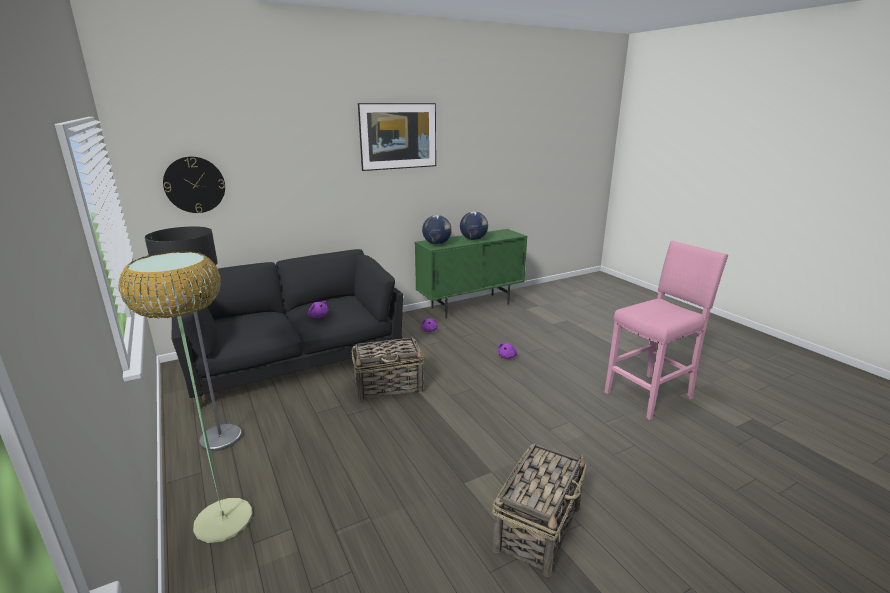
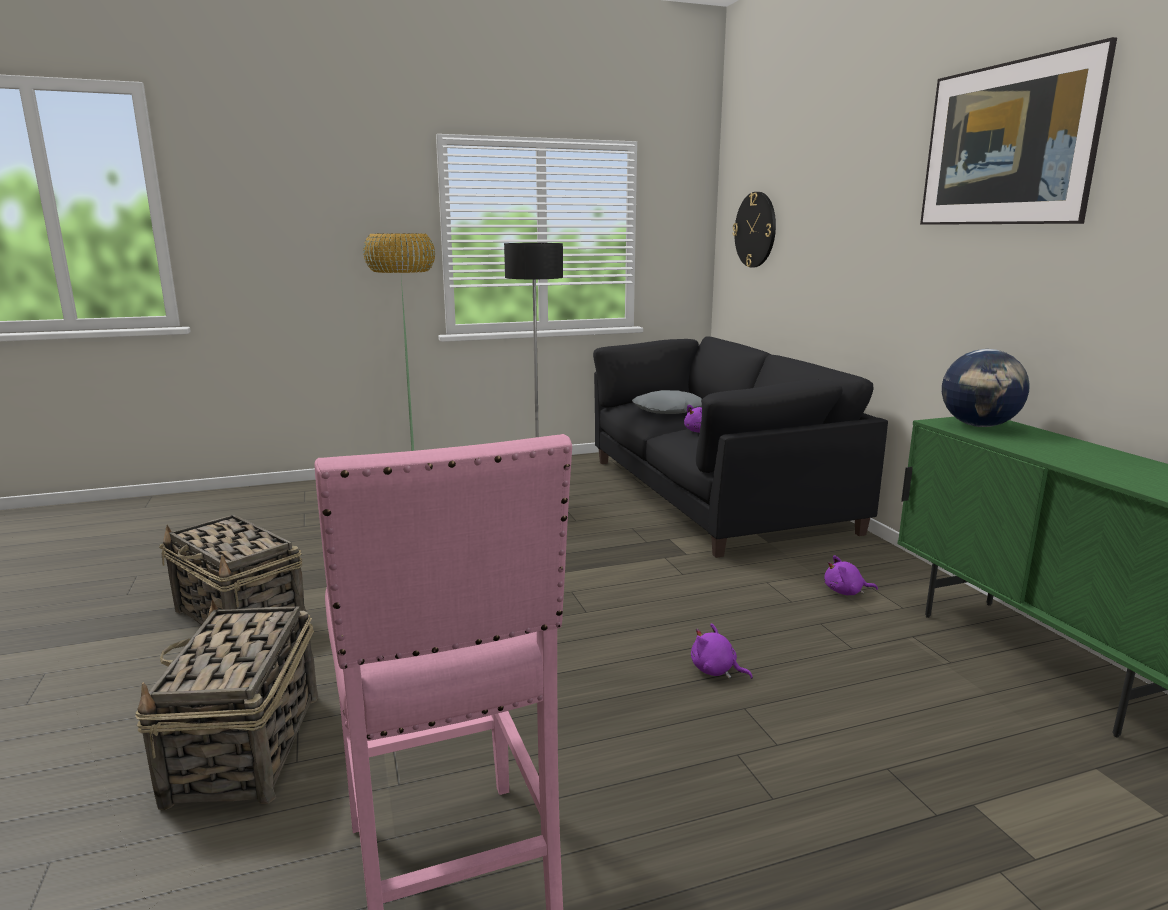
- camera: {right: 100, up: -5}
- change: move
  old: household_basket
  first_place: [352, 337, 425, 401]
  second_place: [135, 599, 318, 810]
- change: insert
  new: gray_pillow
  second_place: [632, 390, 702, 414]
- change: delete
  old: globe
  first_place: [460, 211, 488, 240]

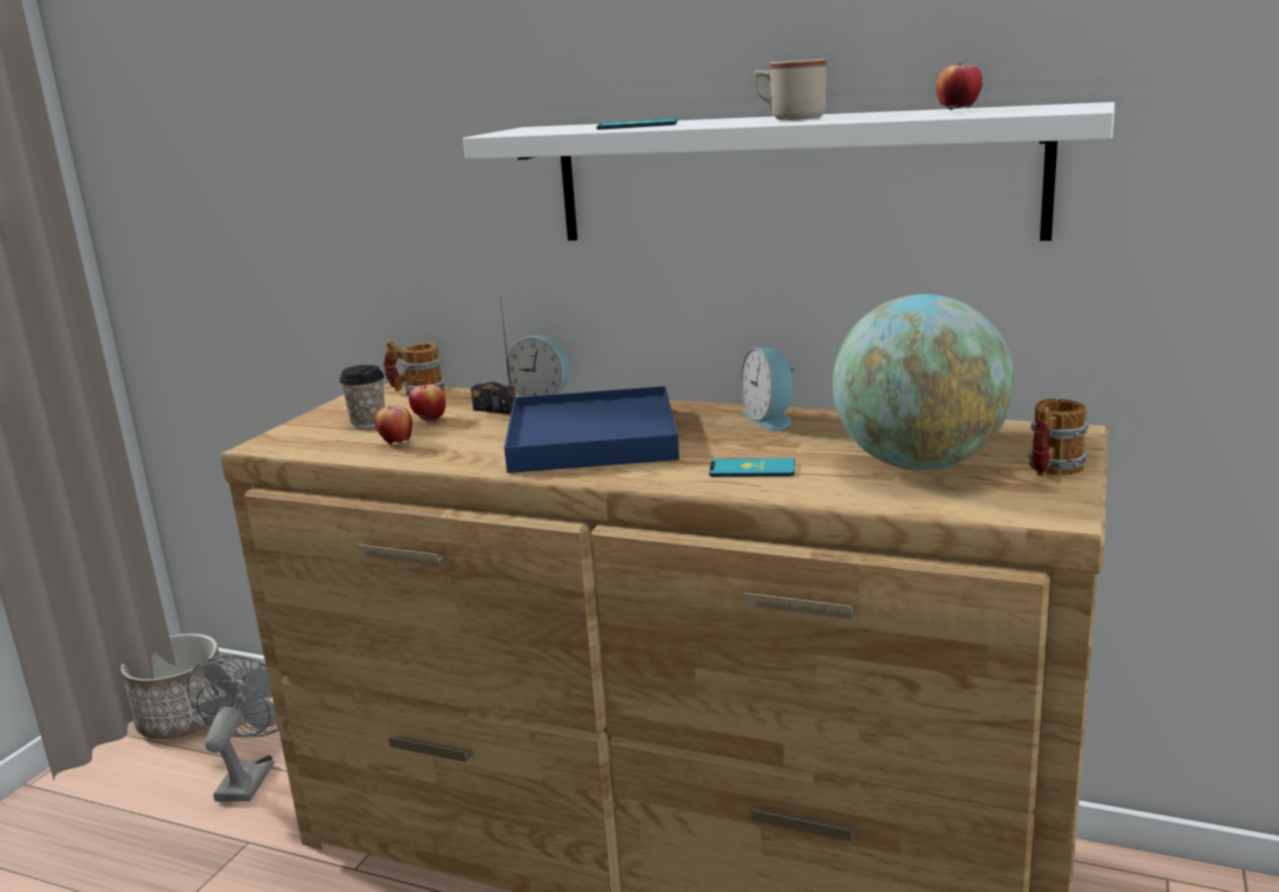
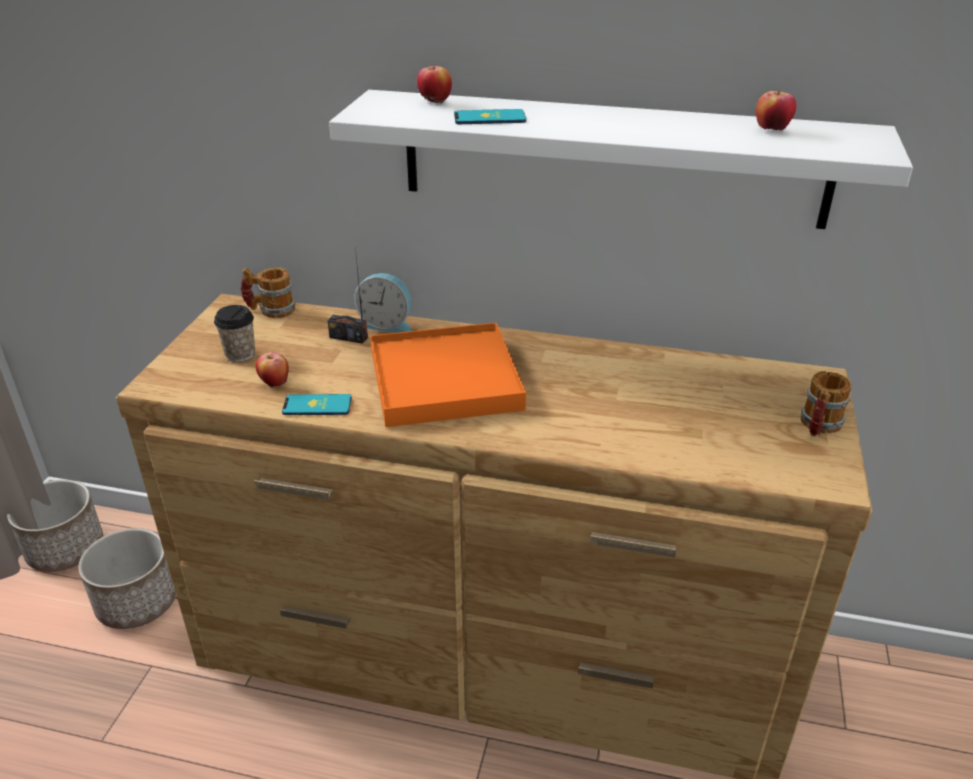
- camera: {right: -10, up: 15}
- change: replace
  old: gray_fan
  new: plant_pot
  first_place: [187, 655, 279, 802]
  second_place: [78, 528, 176, 629]
- change: move
  old: handset
  first_place: [709, 458, 795, 477]
  second_place: [282, 394, 352, 415]
- change: recolor
  old: bluish_tray
  new: orange-coloured_tray
  first_place: [504, 386, 679, 473]
  second_place: [370, 323, 526, 427]
- change: move
  old: apple_fruit
  first_place: [409, 384, 446, 421]
  second_place: [417, 66, 452, 104]
- change: delete
  old: alarm_clock
  first_place: [741, 347, 796, 432]
- change: delete
  old: sand-coloured_tea_mug
  first_place: [754, 59, 826, 120]
- change: delete
  old: globe
  first_place: [833, 294, 1014, 471]

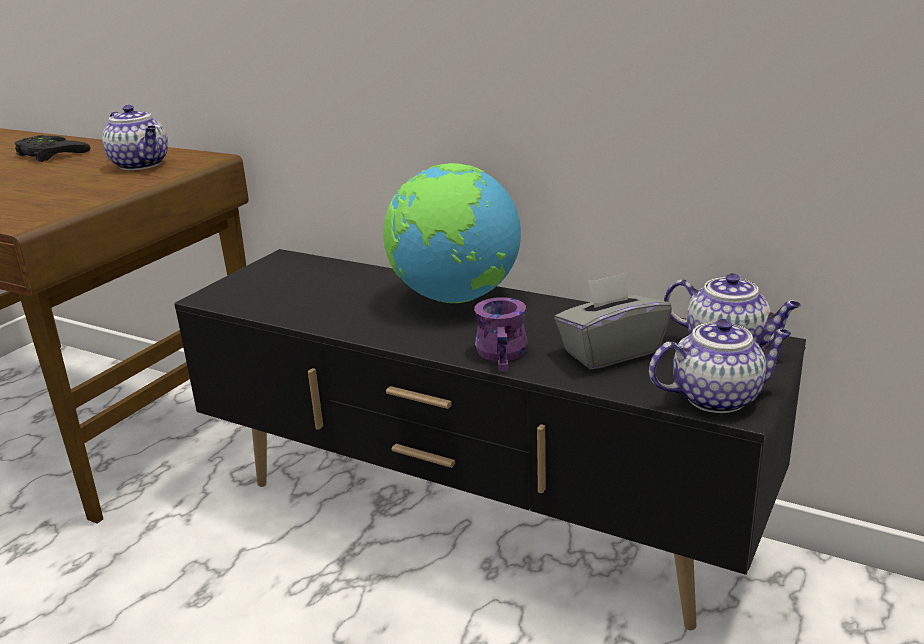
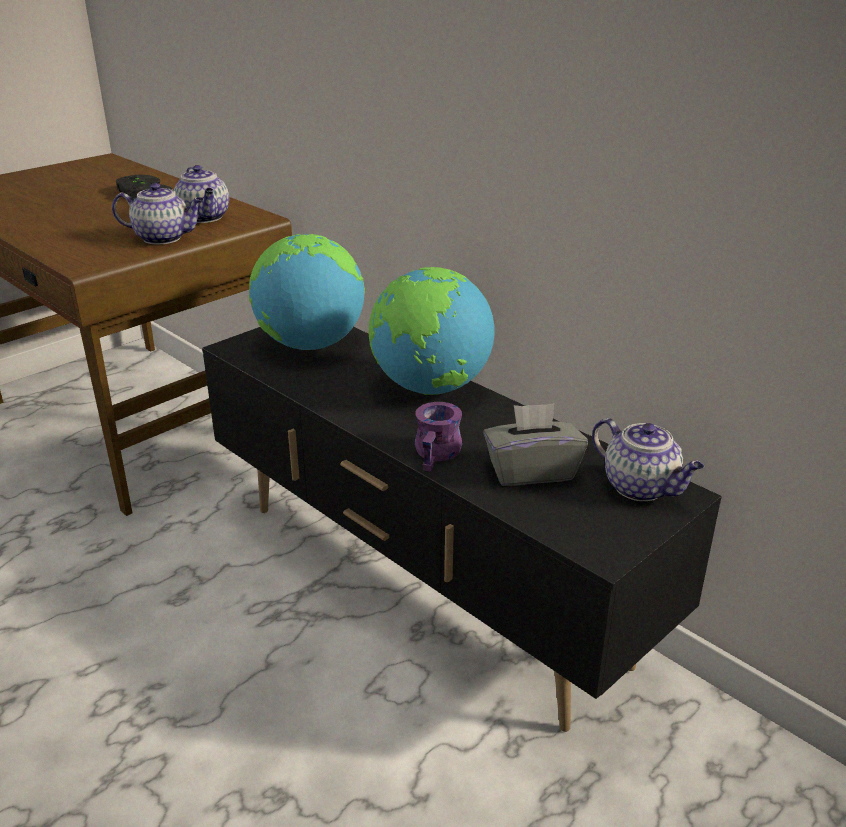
- camera: {right: 15, up: 5}
- change: move
  old: teapot
  first_place: [649, 319, 792, 413]
  second_place: [112, 183, 204, 244]
- change: insert
  new: globe
  second_place: [249, 234, 365, 350]

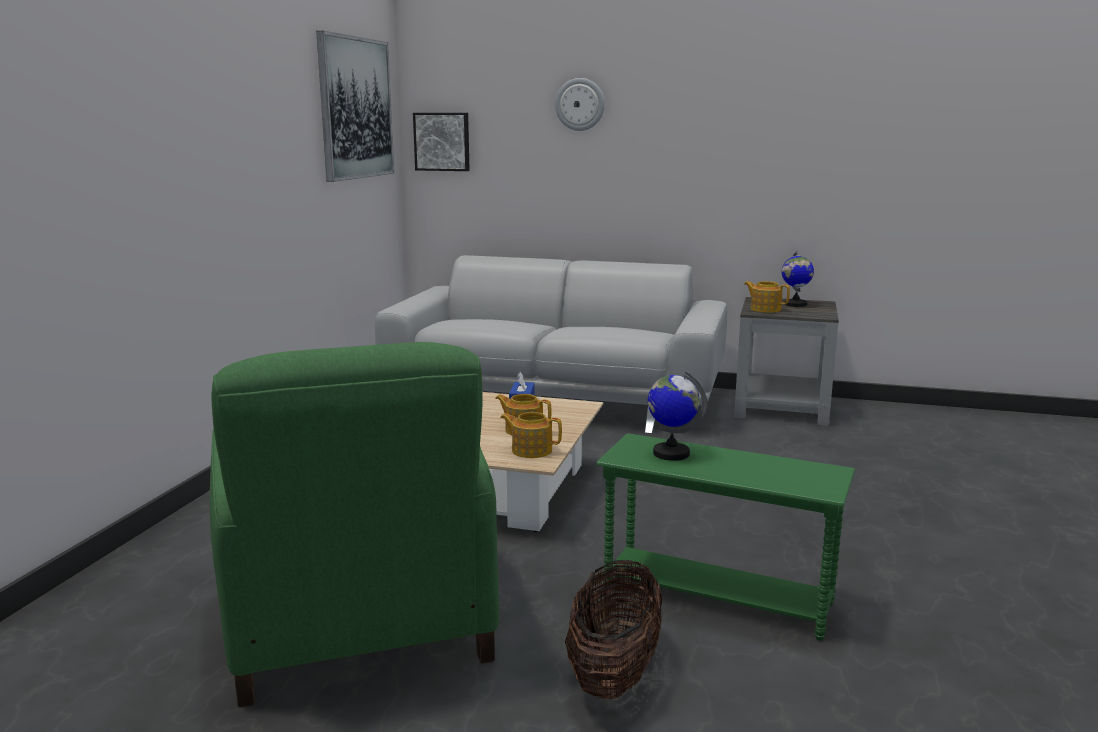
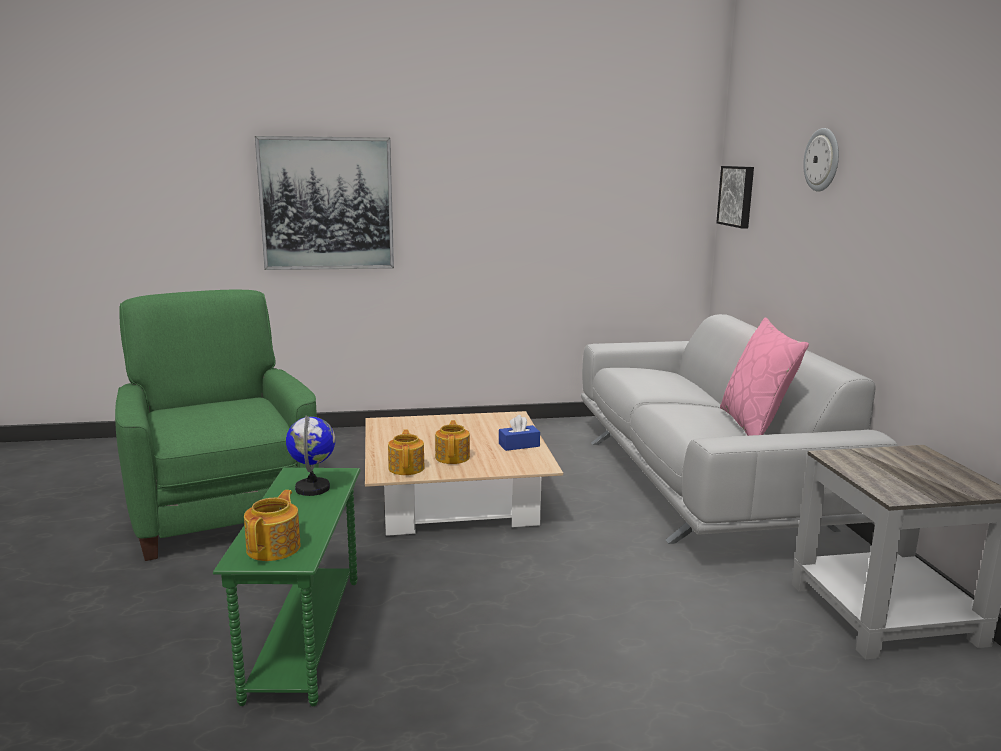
- camera: {right: 65, up: 0}
- change: rotate
  old: greenish_easy_chair
  first_place: [210, 342, 499, 707]
  second_place: [115, 289, 319, 561]
  degrees: 105
- change: move
  old: teapot
  first_place: [744, 281, 790, 313]
  second_place: [244, 490, 301, 561]
- change: move
  old: picture
  first_place: [316, 31, 394, 182]
  second_place: [255, 136, 394, 270]
- change: insert
  new: pinkish_pillow
  second_place: [720, 317, 809, 436]
- change: delete
  old: household_basket
  first_place: [565, 560, 662, 699]
- change: delete
  old: globe
  first_place: [782, 251, 814, 307]

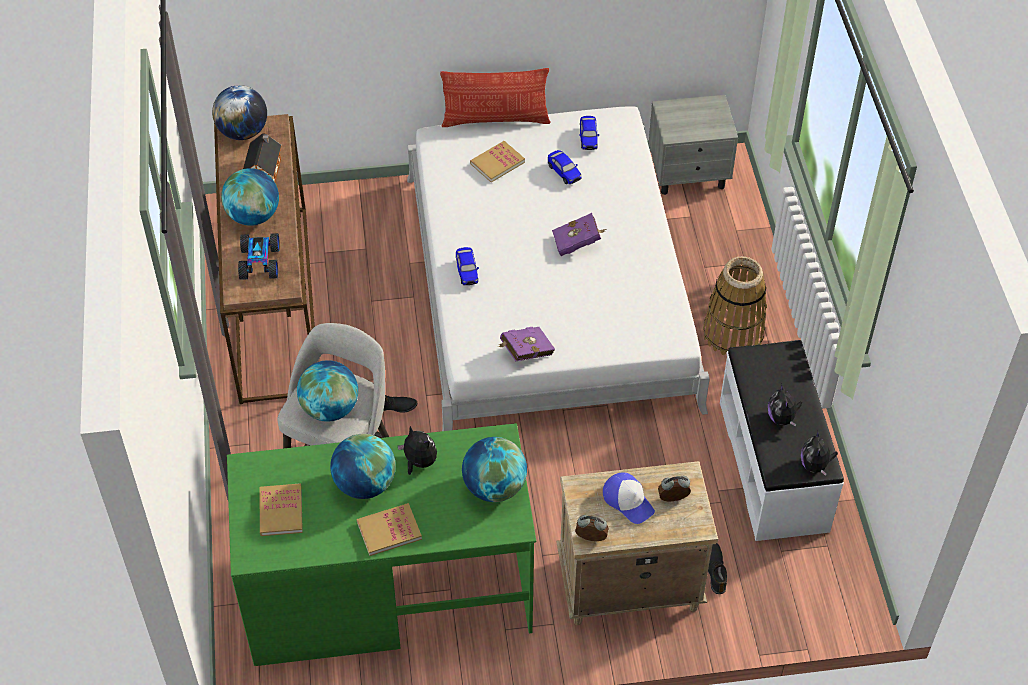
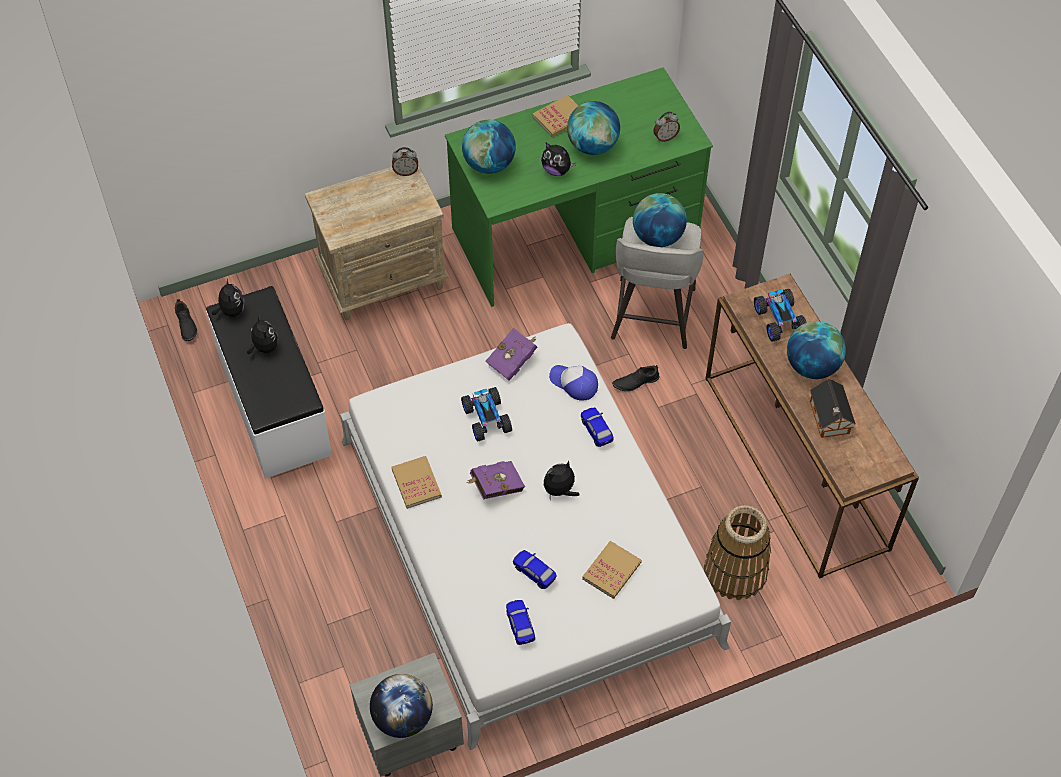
- camera: {right: 165, up: 5}
- change: move
  old: black_item_of_footwear
  first_place: [708, 543, 727, 594]
  second_place: [175, 299, 197, 341]
- change: move
  old: globe
  first_place: [212, 85, 267, 140]
  second_place: [370, 674, 433, 738]
- change: move
  old: volume
  first_place: [260, 483, 303, 536]
  second_place: [392, 456, 442, 509]
- change: insert
  new: miniature_car
  second_place: [461, 387, 512, 442]
- change: insert
  new: plush_toy
  second_place: [544, 461, 580, 500]
- change: move
  old: cap
  first_place: [603, 472, 655, 524]
  second_place: [549, 365, 598, 401]
- change: move
  old: alarm_clock
  first_place: [658, 476, 691, 501]
  second_place: [653, 112, 680, 142]
- change: move
  old: household_basket
  first_place: [703, 256, 767, 355]
  second_place: [704, 505, 771, 600]
- change: delete
  old: pillow
  first_place: [440, 68, 551, 127]

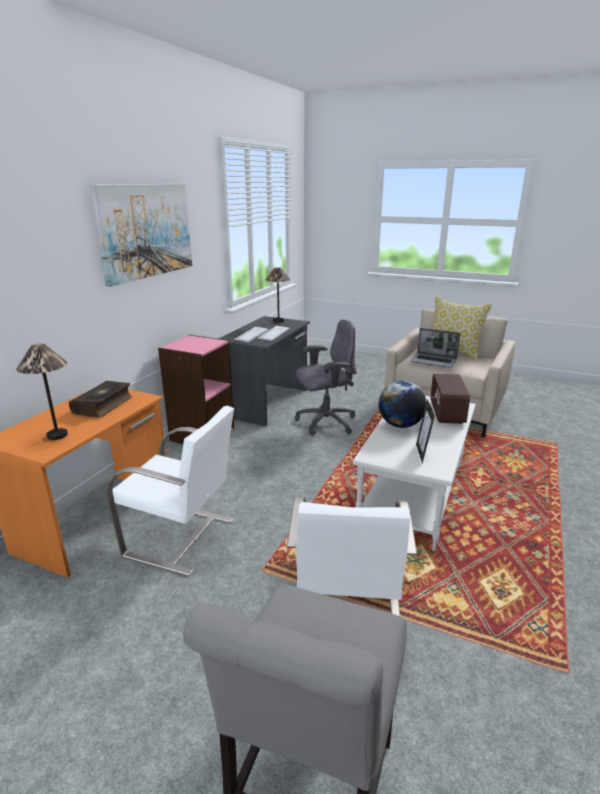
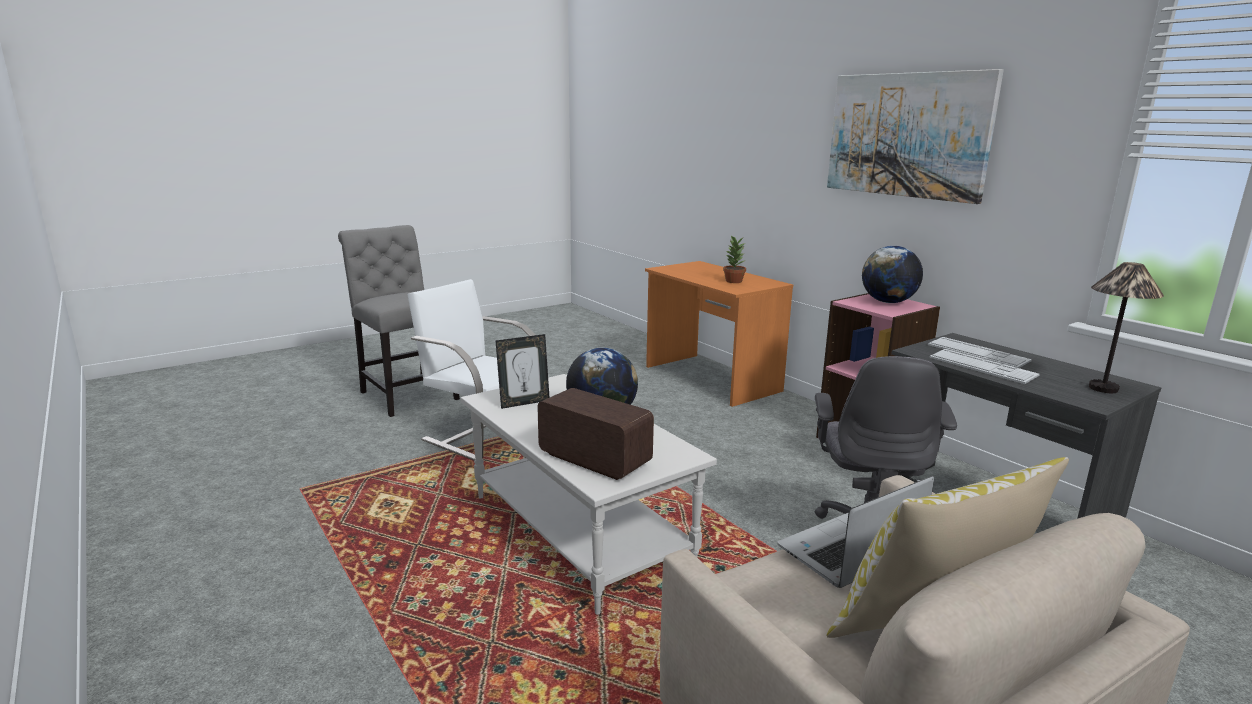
- camera: {right: 120, up: -5}
- change: rotate
  old: picture_frame
  first_place: [416, 399, 435, 463]
  second_place: [496, 334, 550, 409]
  degrees: 120
- change: replace
  old: volume
  new: plant_in_a_pot
  first_place: [69, 381, 133, 418]
  second_place: [723, 236, 746, 283]
- change: insert
  new: globe
  second_place: [862, 246, 923, 303]
- change: delete
  old: tabletop_lamp
  first_place: [17, 344, 68, 440]
- change: delete
  old: whitish_upright_chair
  first_place: [106, 406, 234, 576]

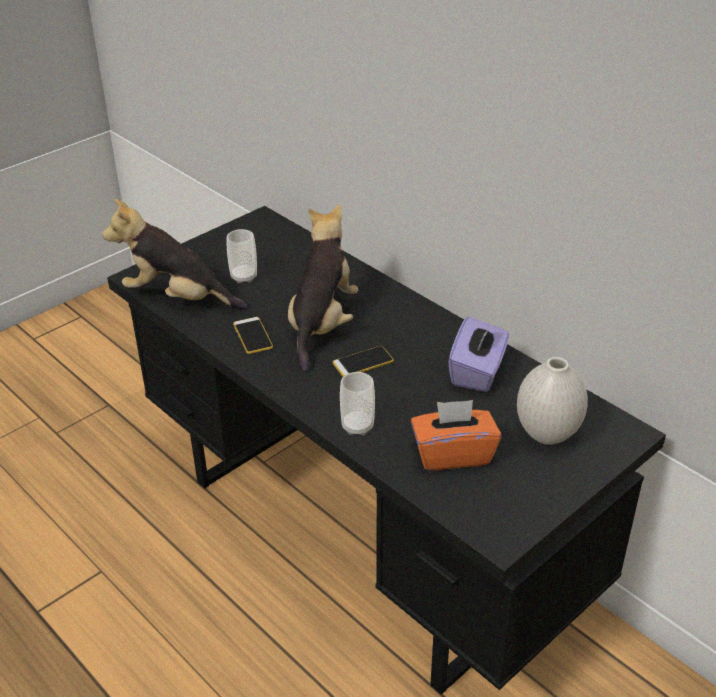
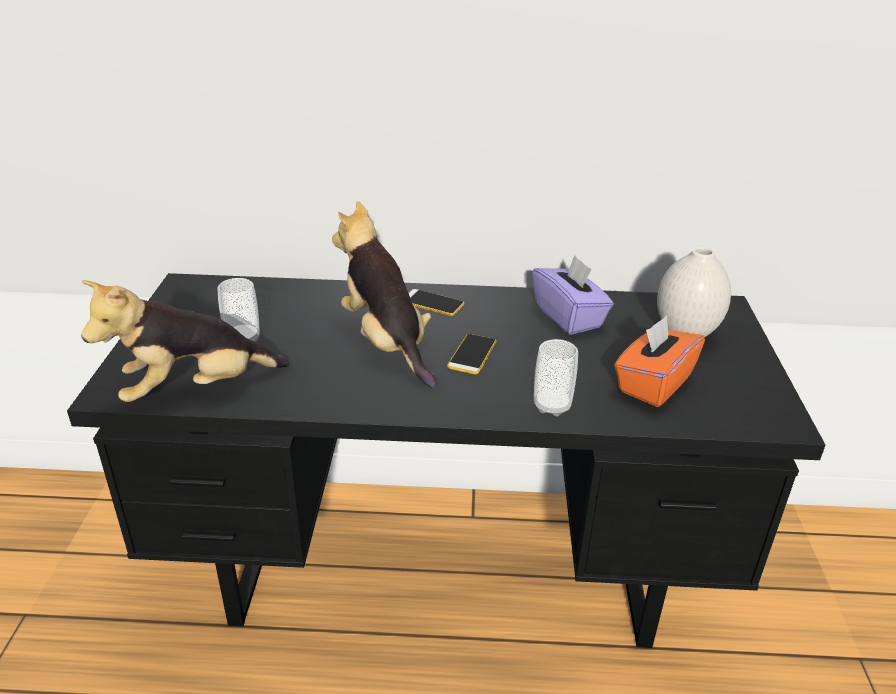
- camera: {right: -45, up: -5}
- change: move
  old: handset
  first_place: [233, 317, 273, 354]
  second_place: [409, 289, 464, 316]

